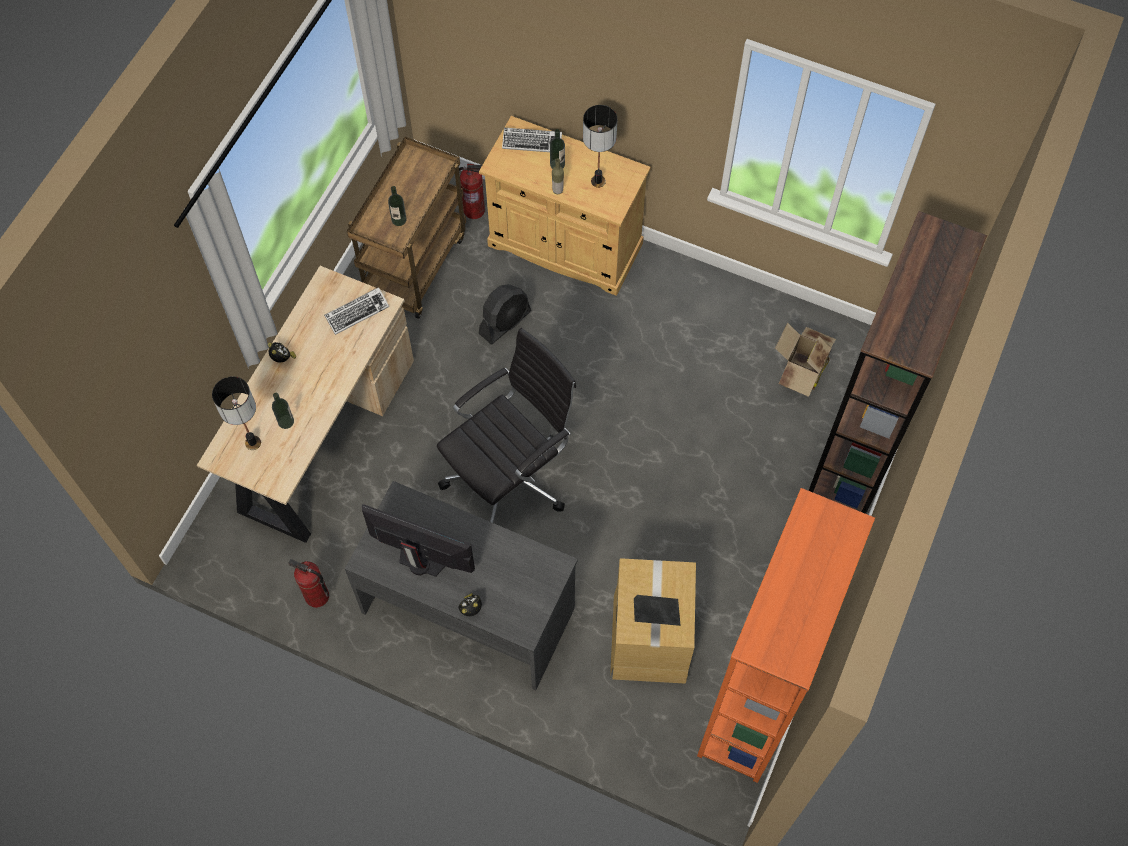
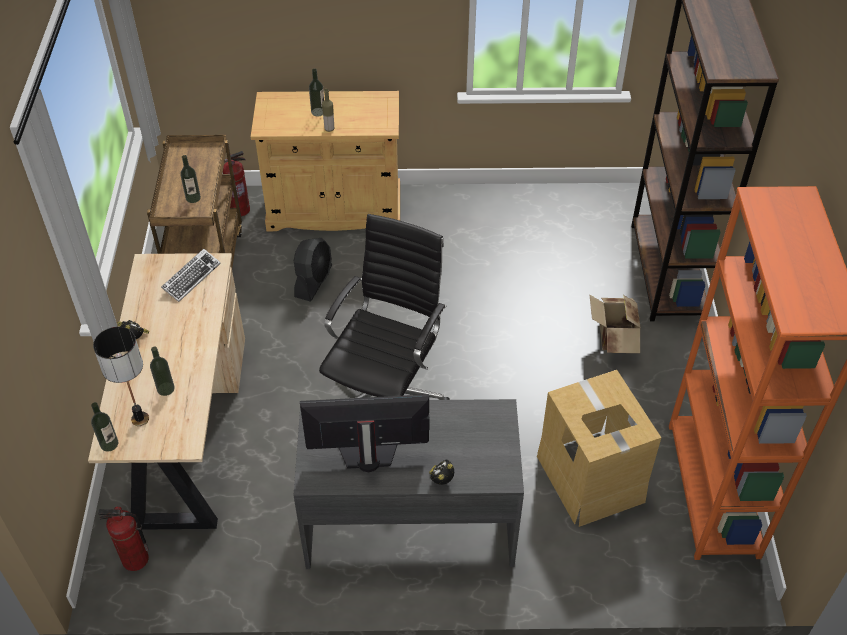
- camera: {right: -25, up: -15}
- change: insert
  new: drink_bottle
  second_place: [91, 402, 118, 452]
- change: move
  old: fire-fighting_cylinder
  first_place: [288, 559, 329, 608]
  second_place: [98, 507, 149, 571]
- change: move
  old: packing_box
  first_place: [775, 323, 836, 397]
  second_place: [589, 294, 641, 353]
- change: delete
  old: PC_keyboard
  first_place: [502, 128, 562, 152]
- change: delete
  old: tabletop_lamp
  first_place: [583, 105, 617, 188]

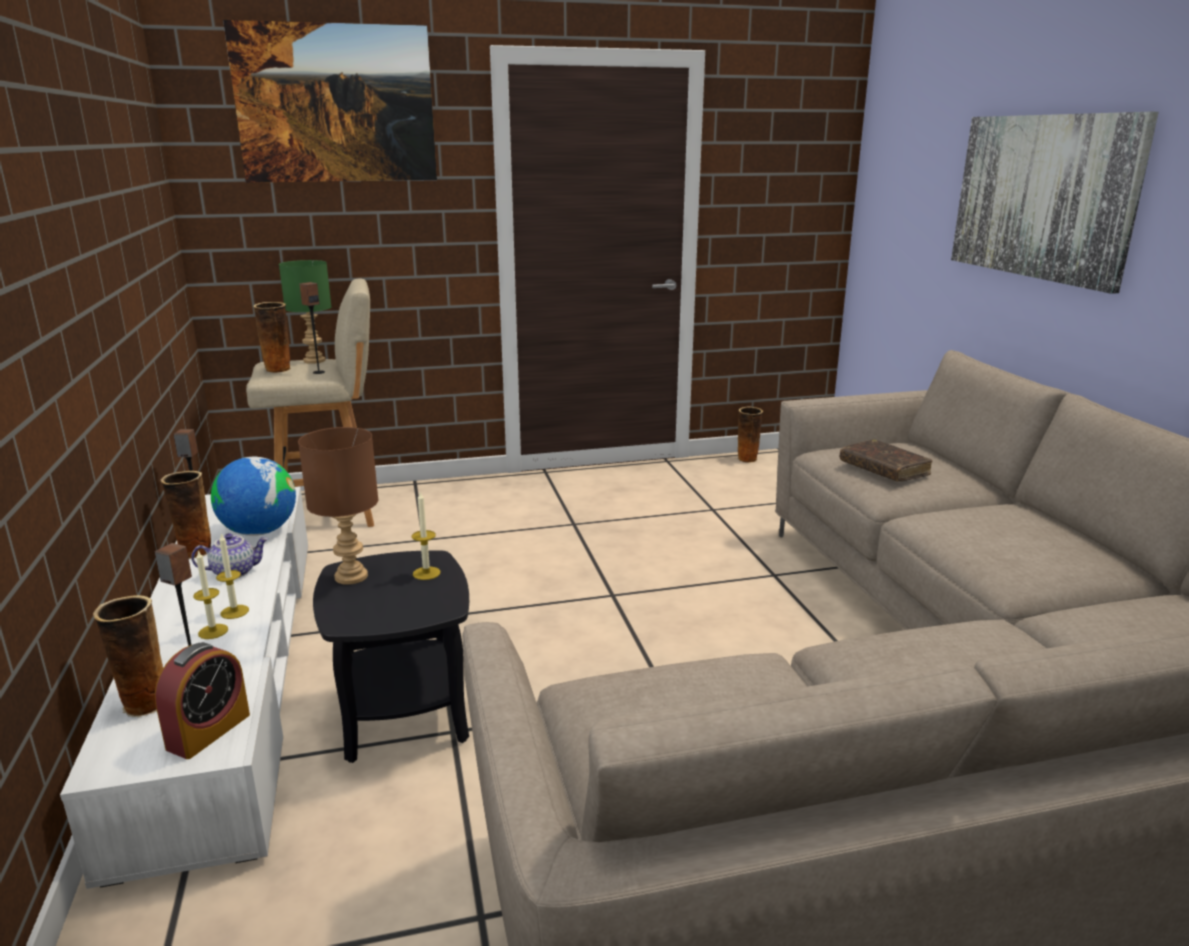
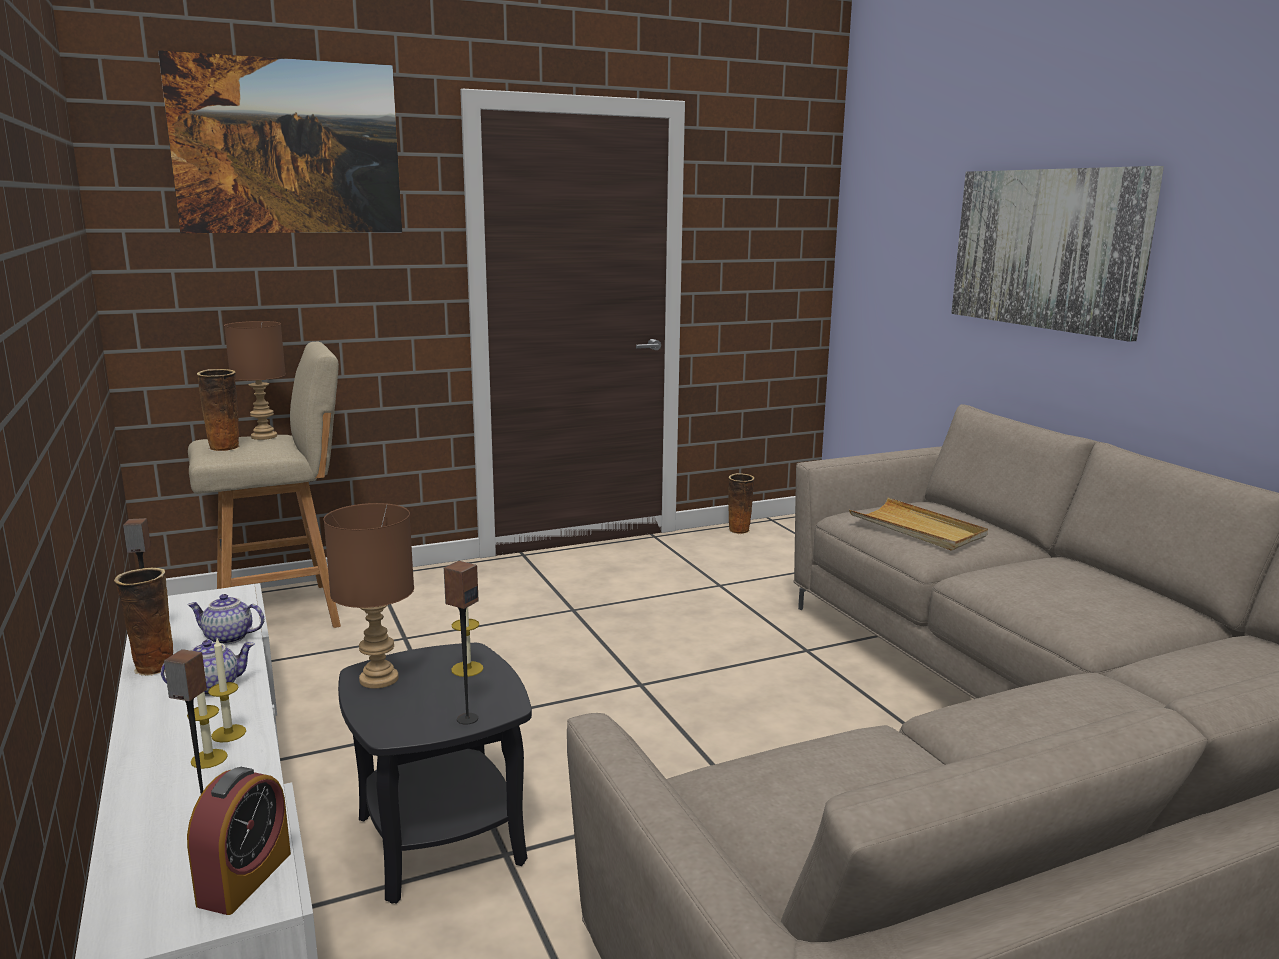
- camera: {right: -10, up: -5}
- change: replace
  old: globe
  new: teapot
  first_place: [211, 457, 296, 536]
  second_place: [187, 594, 264, 645]
- change: recolor
  old: greenish_tabletop_lamp
  new: brown-coloured_tabletop_lamp
  first_place: [279, 260, 332, 364]
  second_place: [224, 321, 286, 440]
- change: move
  old: loudspeaker
  first_place: [299, 282, 325, 374]
  second_place: [444, 561, 479, 725]
- change: replace
  old: brown-coloured_volume
  new: sand-coloured_tray
  first_place: [840, 439, 933, 481]
  second_place: [849, 498, 988, 550]
- change: delete
  old: vase
  first_place: [93, 595, 163, 718]

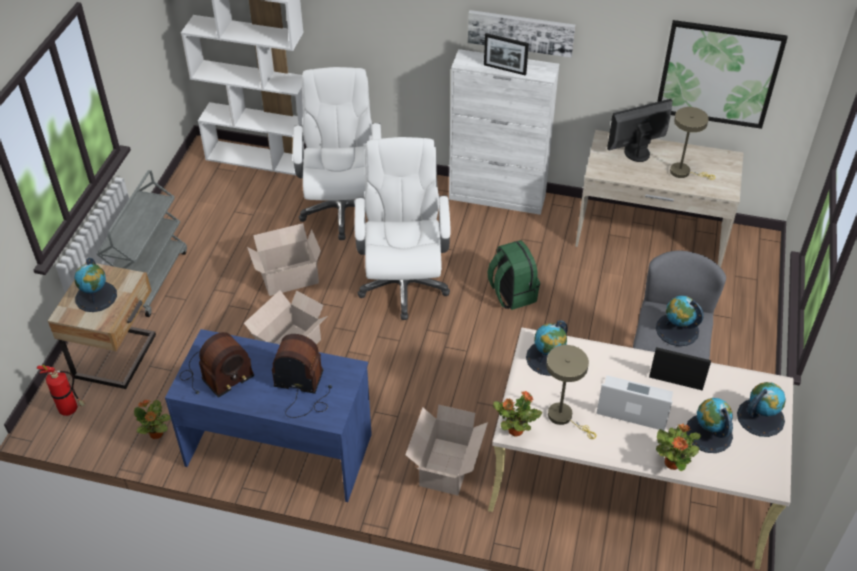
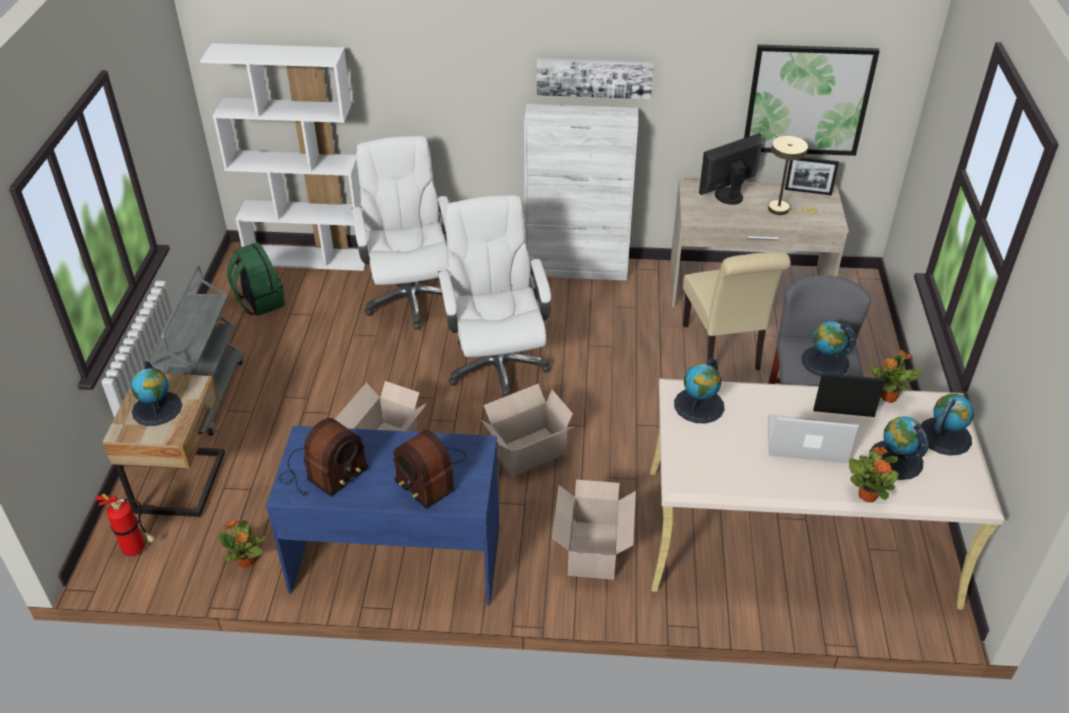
- camera: {right: -10, up: -5}
- change: move
  old: greenish_backpack
  first_place: [487, 240, 540, 310]
  second_place: [227, 242, 285, 316]
- change: rotate
  old: radio_set
  first_place: [272, 334, 332, 418]
  second_place: [393, 430, 466, 509]
  degrees: -135
- change: move
  old: packing_box
  first_place: [247, 223, 321, 296]
  second_place: [481, 383, 575, 477]
- change: insert
  new: sand-coloured_upright_chair
  second_place: [683, 252, 791, 371]
- change: move
  old: picture_frame
  first_place: [484, 33, 529, 76]
  second_place: [785, 157, 839, 195]
- change: move
  old: plant_in_a_pot
  first_place: [493, 391, 542, 437]
  second_place: [869, 350, 922, 403]
- change: delete
  old: sand-coloured_tabletop_lamp
  first_place: [546, 345, 597, 439]

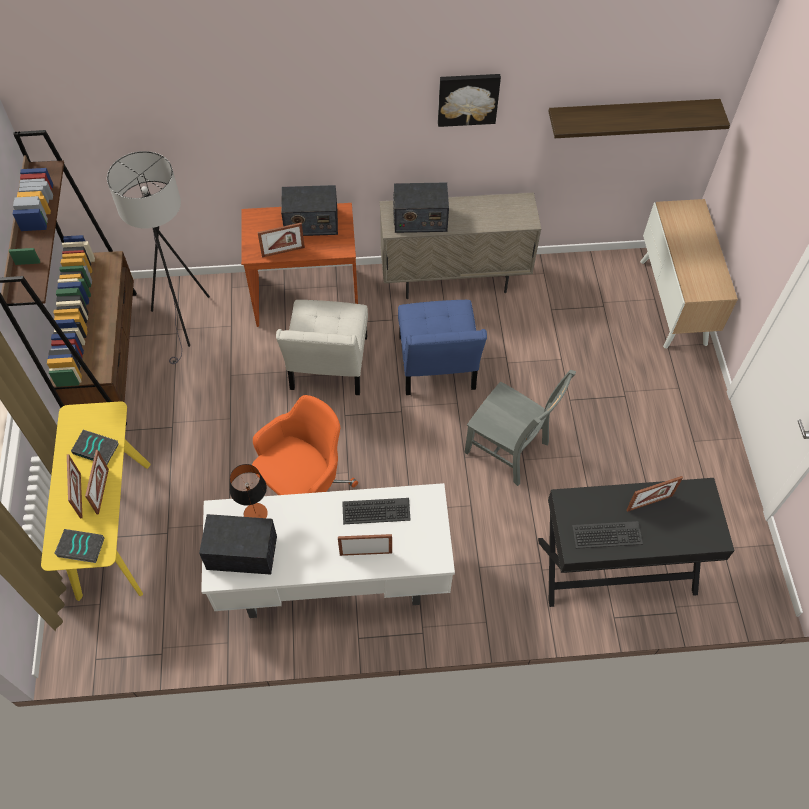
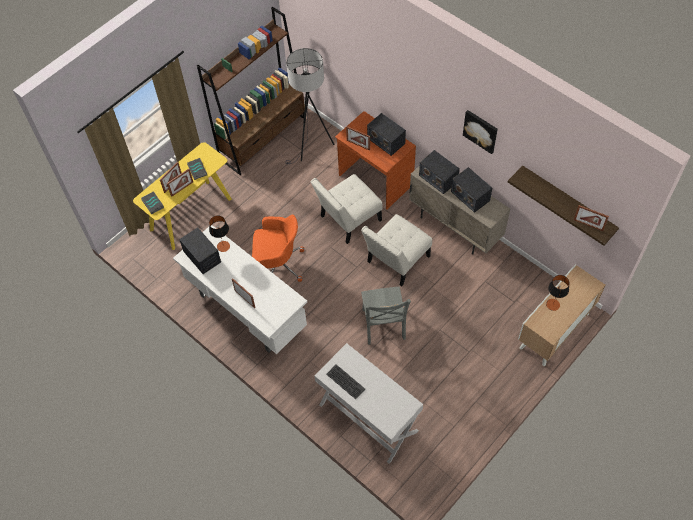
- camera: {right: 50, up: 0}
- change: recolor
  old: black_narrow_table
  new: whitish_narrow_table
  first_place: [538, 478, 735, 607]
  second_place: [315, 343, 423, 464]
- change: recolor
  old: bluish_upright_chair
  new: whitish_upright_chair
  first_place: [398, 300, 487, 395]
  second_place: [361, 214, 432, 287]
- change: insert
  new: radio_set
  second_place: [451, 167, 492, 213]
- change: insert
  new: tabletop_lamp
  second_place: [546, 275, 570, 311]
- change: move
  old: picture_frame
  first_place: [626, 476, 683, 512]
  second_place: [574, 205, 609, 231]
- change: delete
  old: PC_keyboard
  first_place: [342, 498, 411, 524]

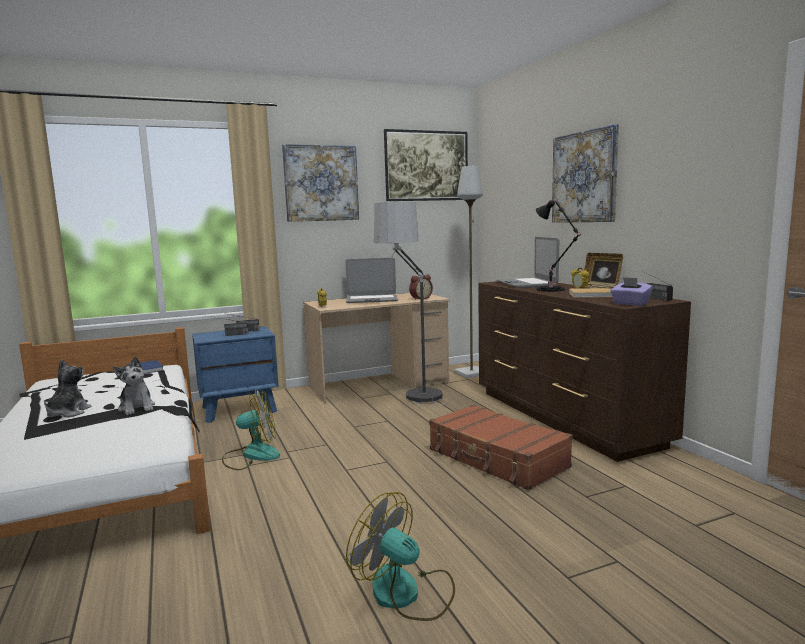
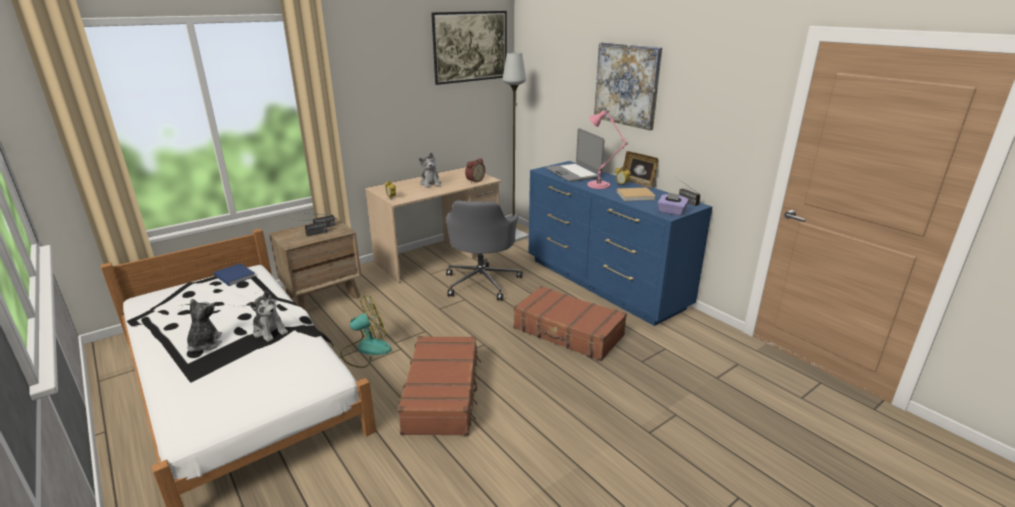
- camera: {right: -15, up: 15}
- change: recolor
  old: bluish_nightstand
  new: brown-coloured_nightstand
  first_place: [192, 326, 279, 423]
  second_place: [269, 218, 361, 311]
- change: insert
  new: brown-coloured_travel_case
  second_place: [398, 336, 481, 436]
- change: replace
  old: portable_computer
  new: plush_toy
  first_place: [345, 258, 398, 303]
  second_place: [419, 152, 441, 188]
- change: replace
  old: floor_lamp
  new: gray_office_chair
  first_place: [374, 202, 447, 406]
  second_place: [446, 200, 522, 300]
- change: recolor
  old: brown-coloured_drawer_chest
  new: bluish_drawer_chest
  first_place: [478, 281, 691, 462]
  second_place: [529, 161, 712, 326]
- change: recolor
  old: black_tabletop_lamp
  new: pinkish_tabletop_lamp
  first_place: [536, 199, 582, 292]
  second_place: [587, 111, 628, 189]
- change: delete
  old: picture
  first_place: [282, 144, 359, 222]
- change: delete
  old: fan
  first_place: [346, 492, 455, 621]

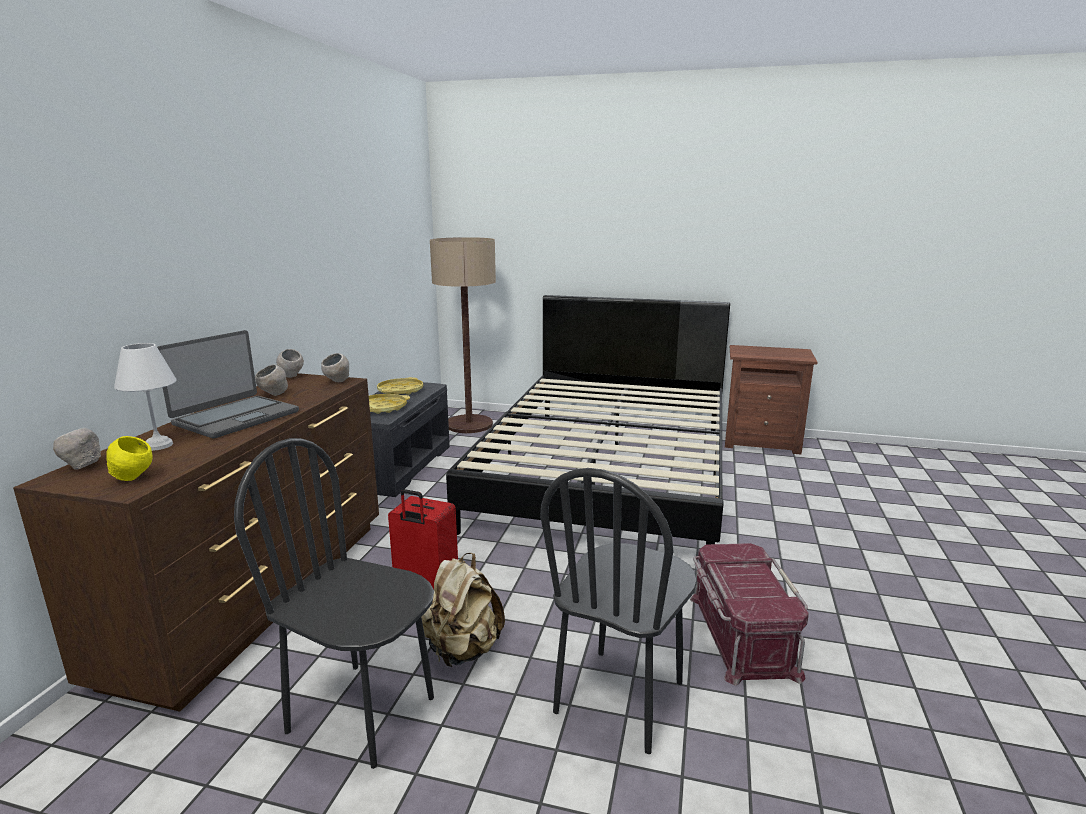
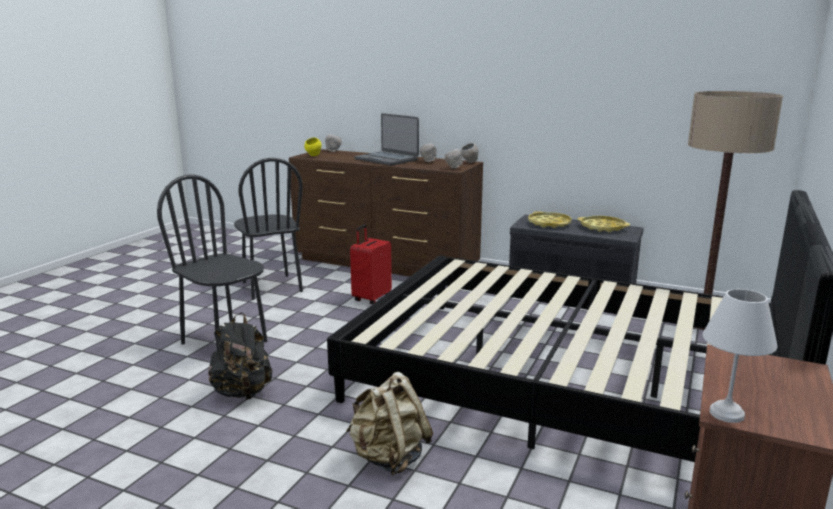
- camera: {right: 100, up: 0}
- change: replace
  old: red_storage_bin
  new: black_backpack
  first_place: [690, 543, 809, 686]
  second_place: [208, 312, 272, 400]
- change: rotate
  old: black_upright_chair
  first_place: [234, 438, 434, 769]
  second_place: [234, 158, 303, 300]
  degrees: 120
- change: move
  old: sand-coloured_backpack
  first_place: [421, 553, 505, 667]
  second_place: [346, 372, 433, 475]
- change: move
  old: whitish_tabletop_lamp
  first_place: [114, 343, 177, 451]
  second_place: [703, 289, 777, 423]

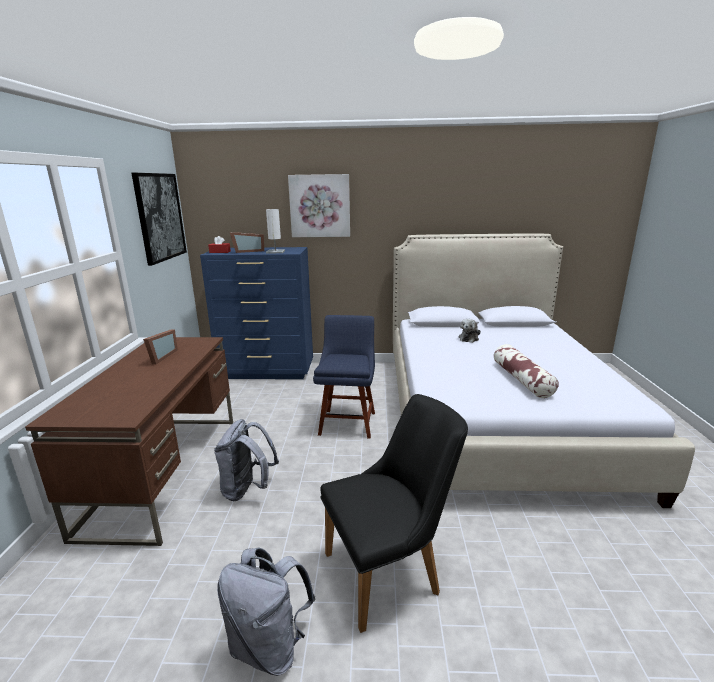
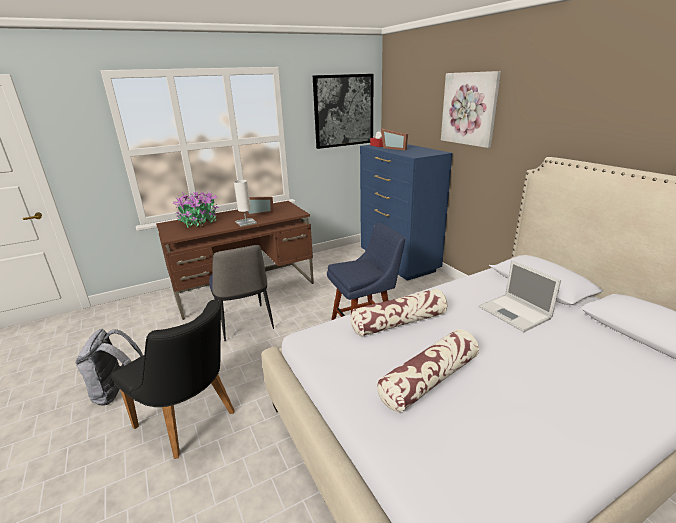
- camera: {right: 60, up: 5}
- change: insert
  new: plant_in_a_pot
  second_place: [173, 188, 219, 228]
- change: replace
  old: gray_backpack
  new: upright_chair
  first_place: [214, 419, 279, 501]
  second_place: [209, 245, 274, 341]
- change: move
  old: whitish_tabletop_lamp
  first_place: [266, 209, 285, 254]
  second_place: [234, 180, 257, 227]
- change: insert
  new: pillow
  second_place: [350, 289, 447, 337]
- change: replace
  old: plush_toy
  new: portable_computer
  first_place: [459, 319, 481, 343]
  second_place: [479, 260, 561, 332]

